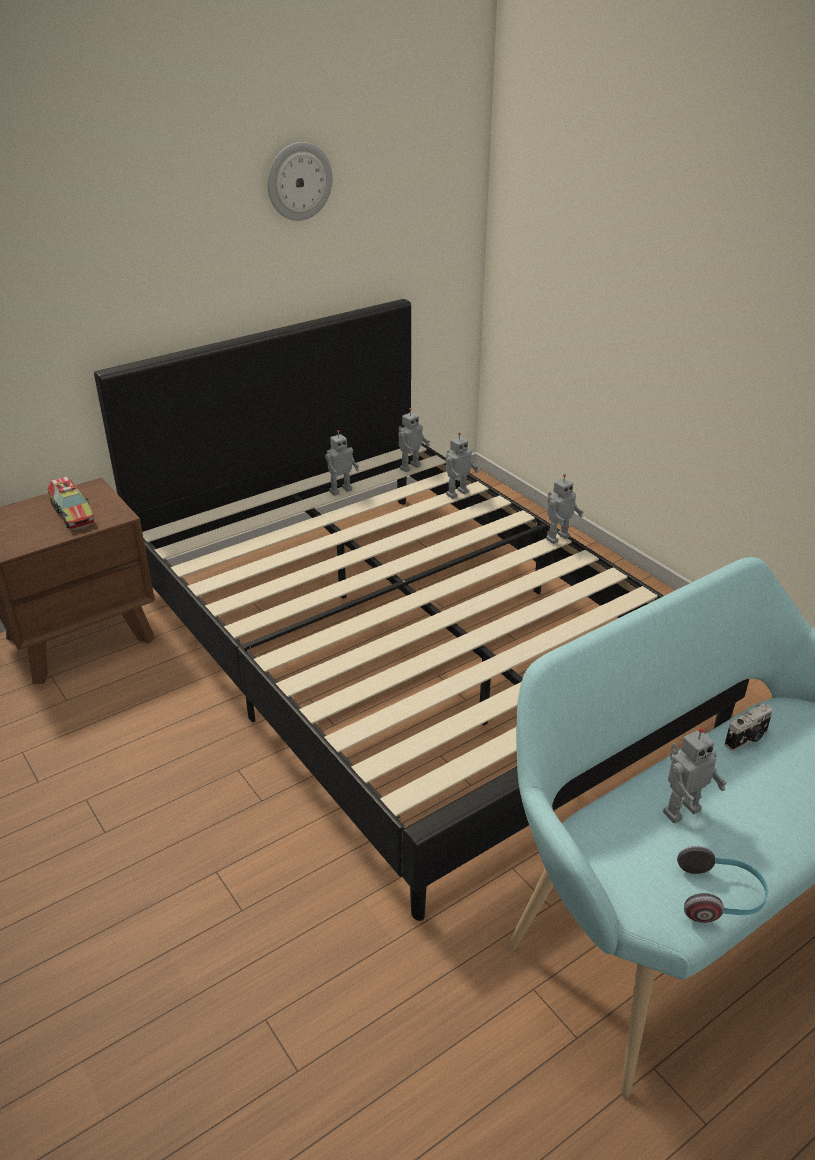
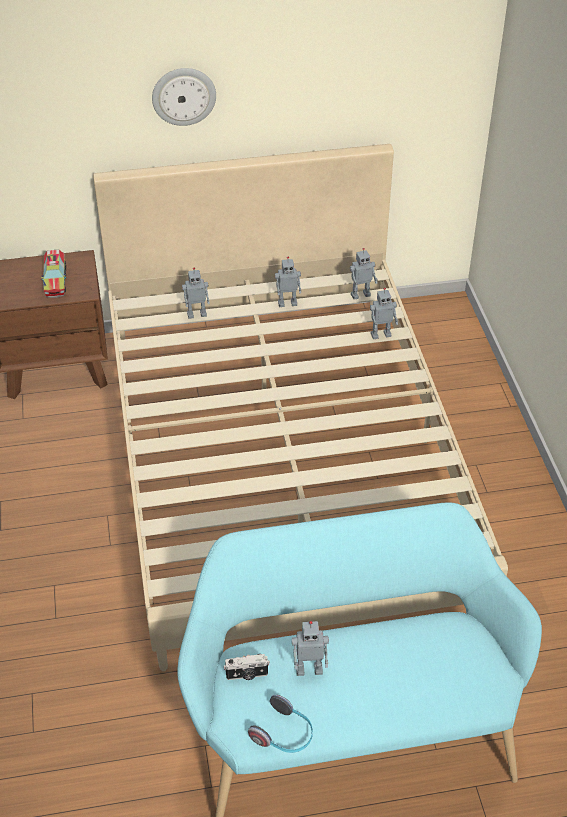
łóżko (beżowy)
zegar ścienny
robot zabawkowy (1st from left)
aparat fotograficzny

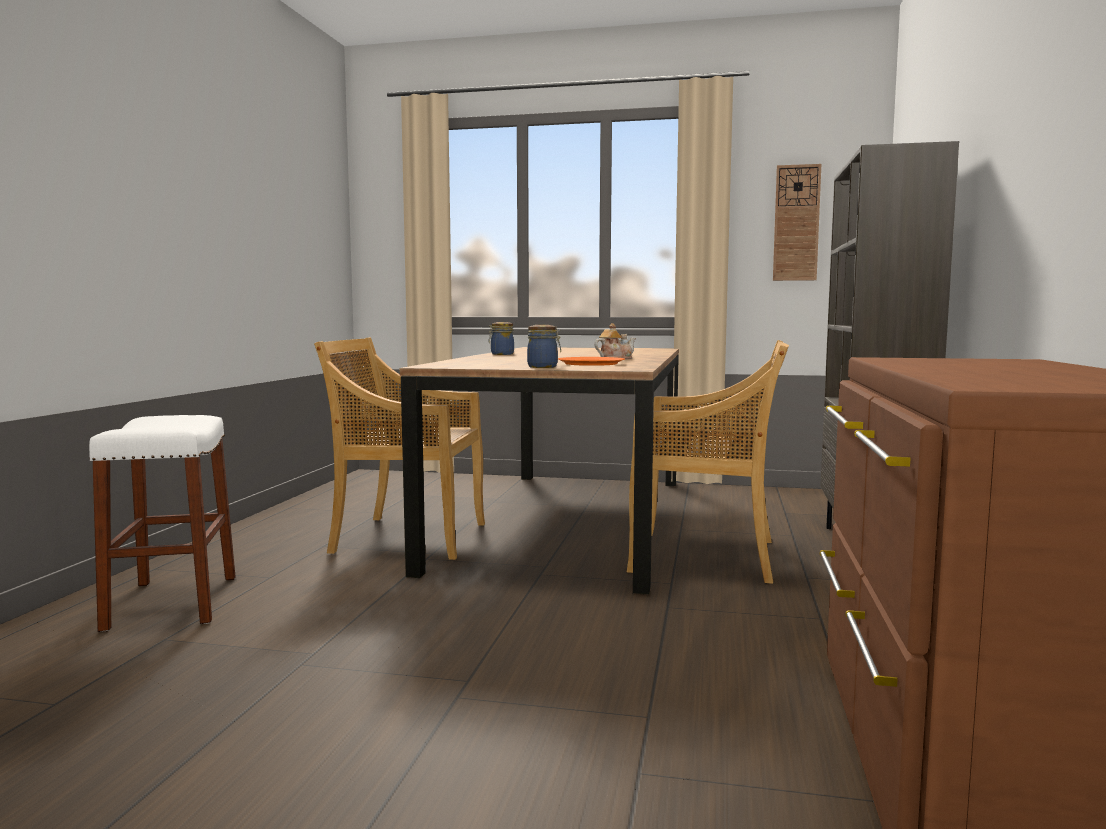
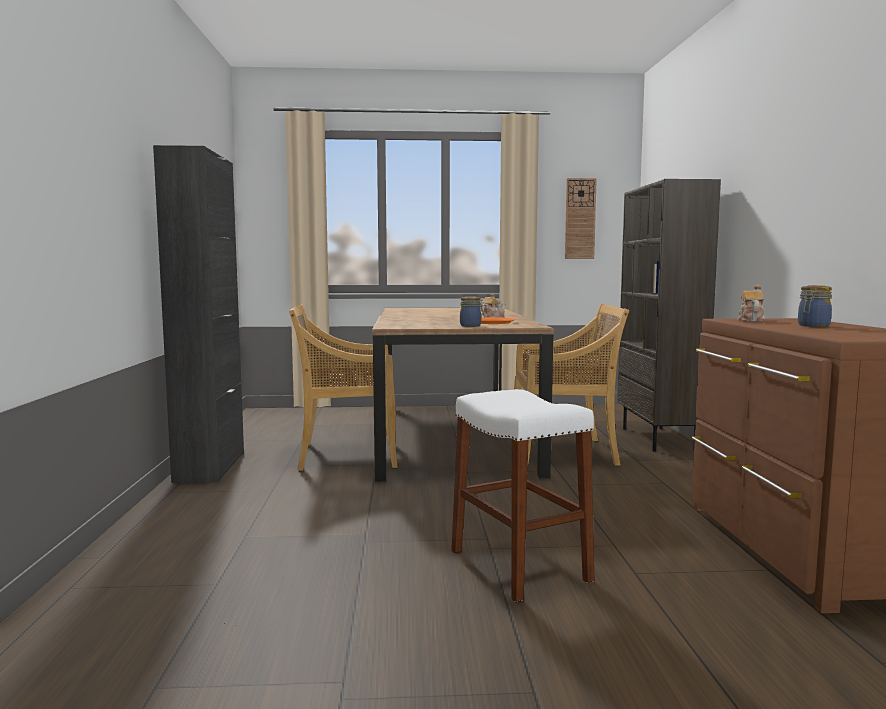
szafka (czarny)
stołek (biały)
imbryk (2nd from left)
słoik (2nd from left)

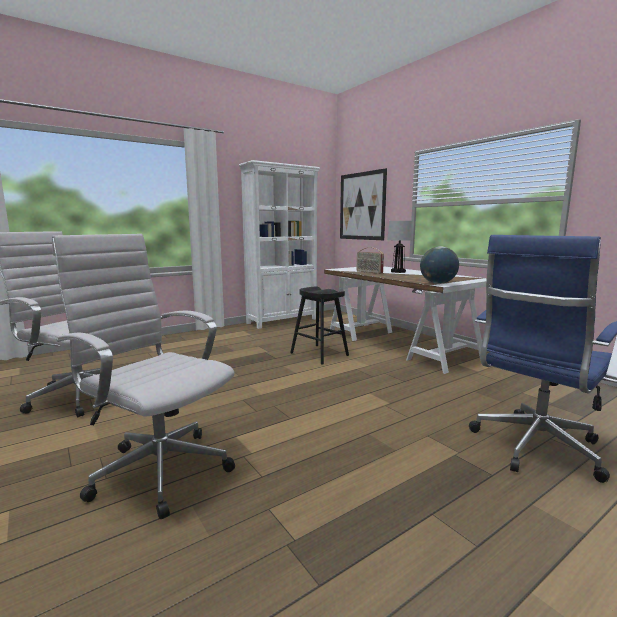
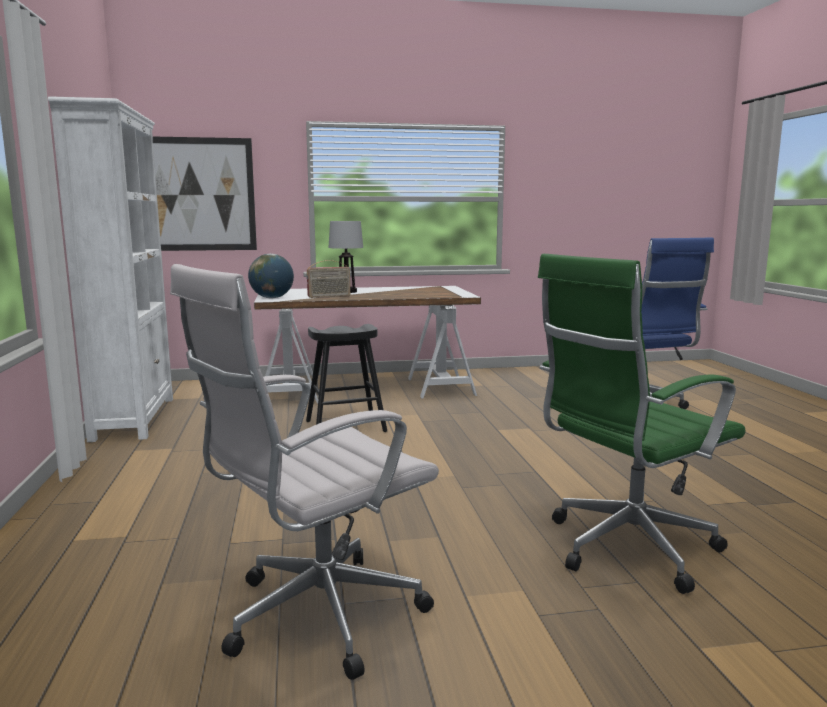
globus
krzesło biurowe (zielony)

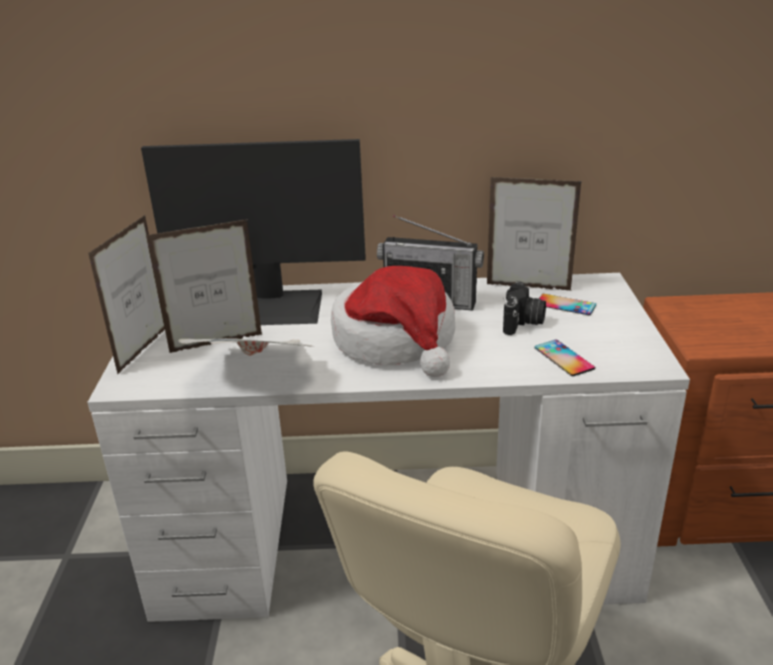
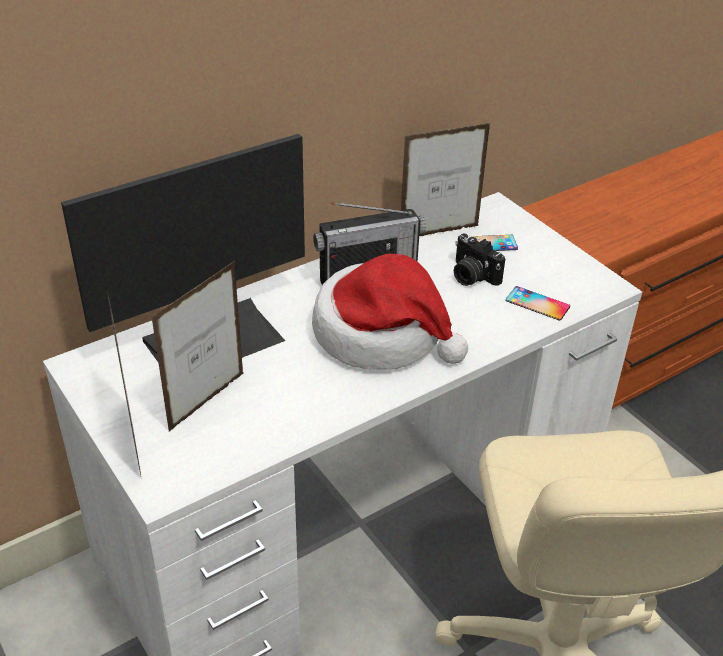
aparat fotograficzny
gazeta

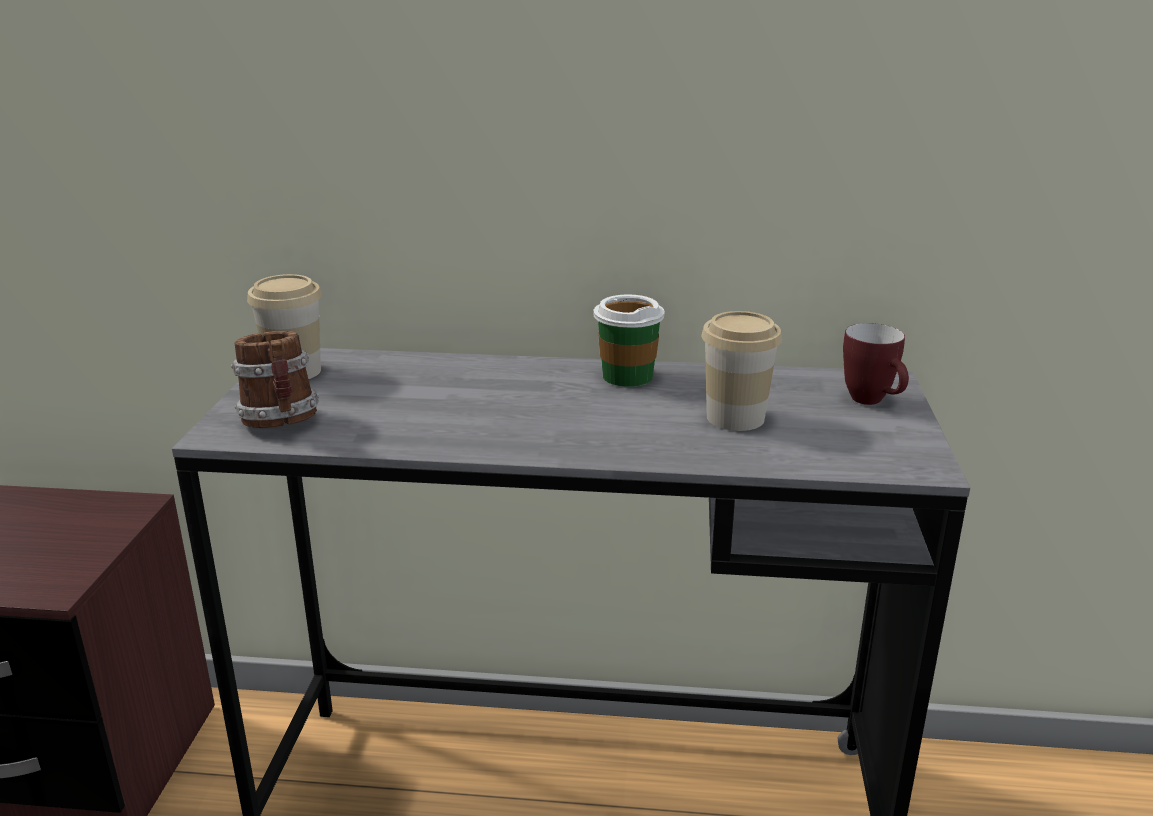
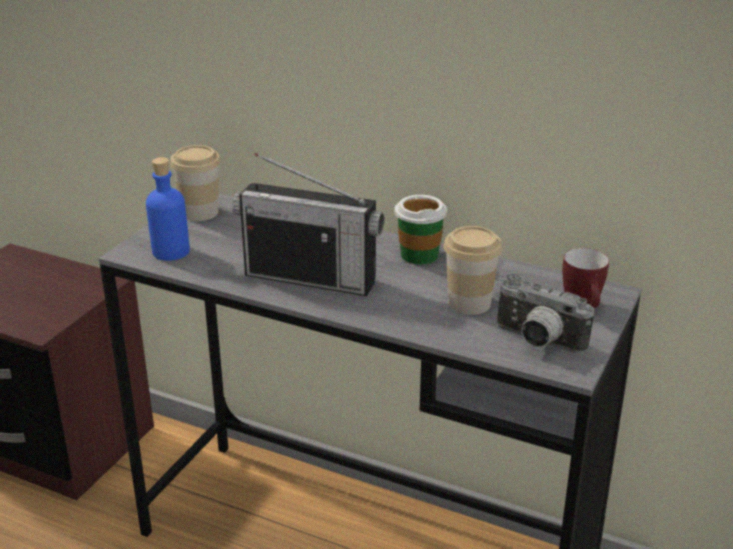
butelka (niebieski)
radio
aparat fotograficzny

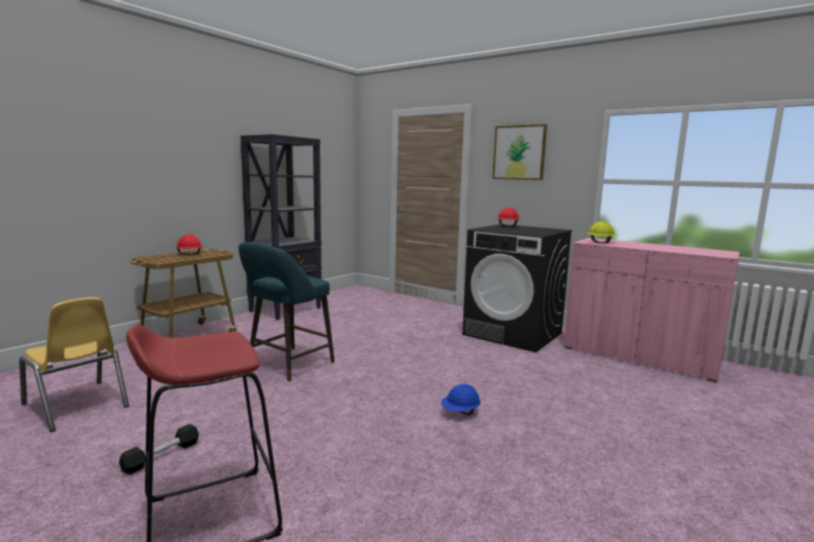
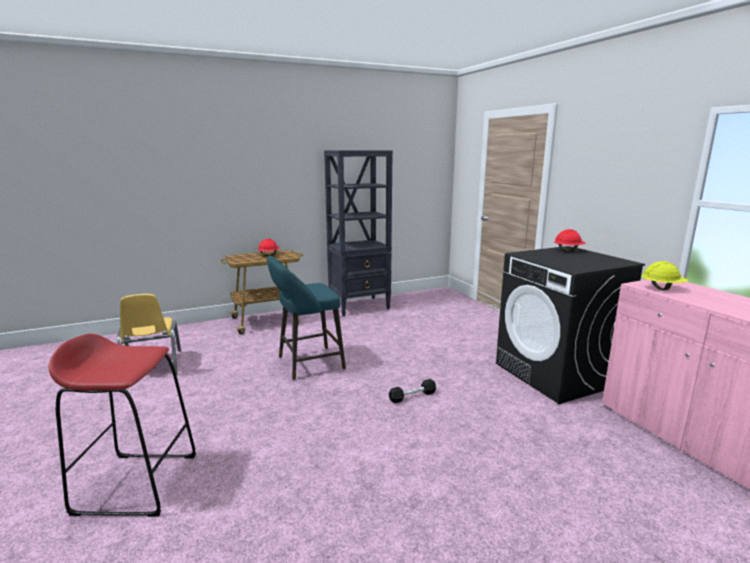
hantel (czarny)
kask (niebieski)
obraz

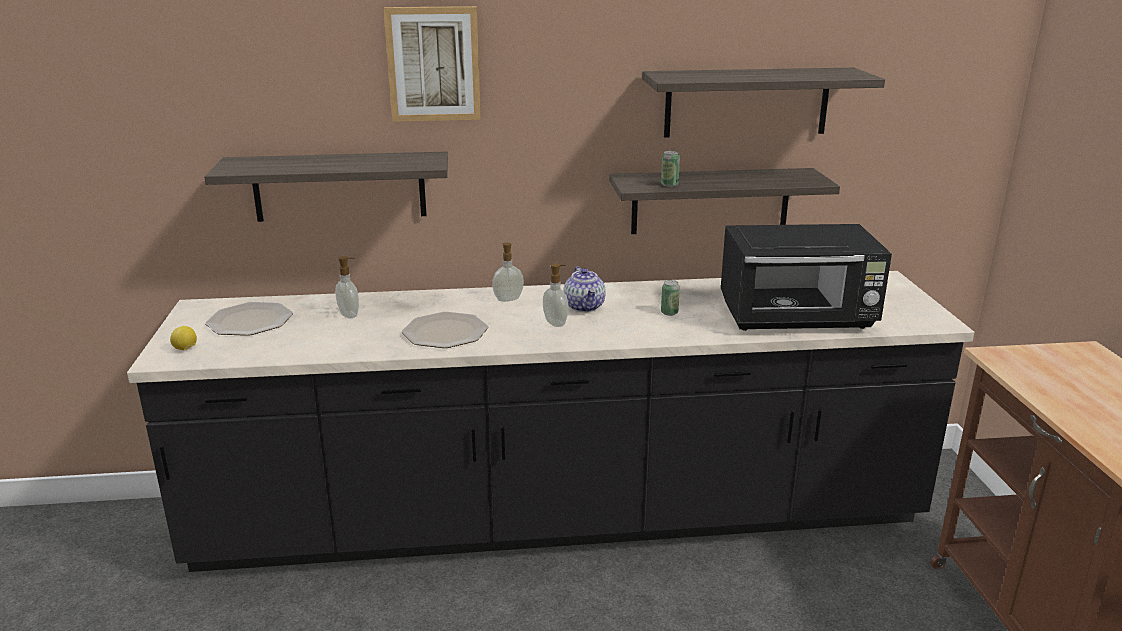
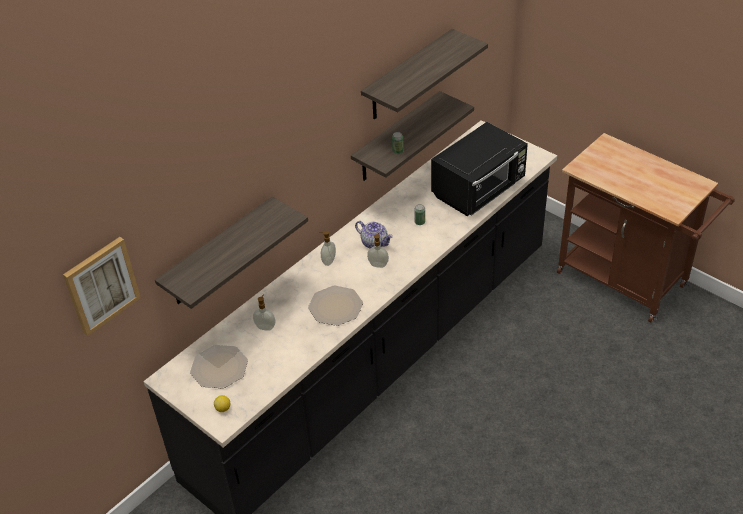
obraz

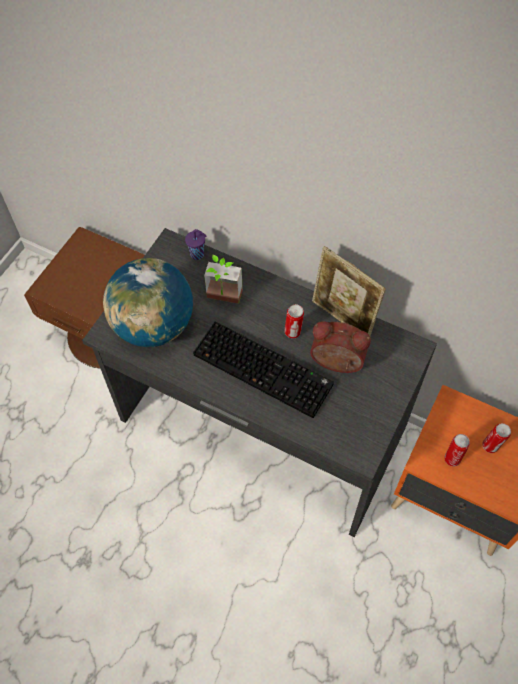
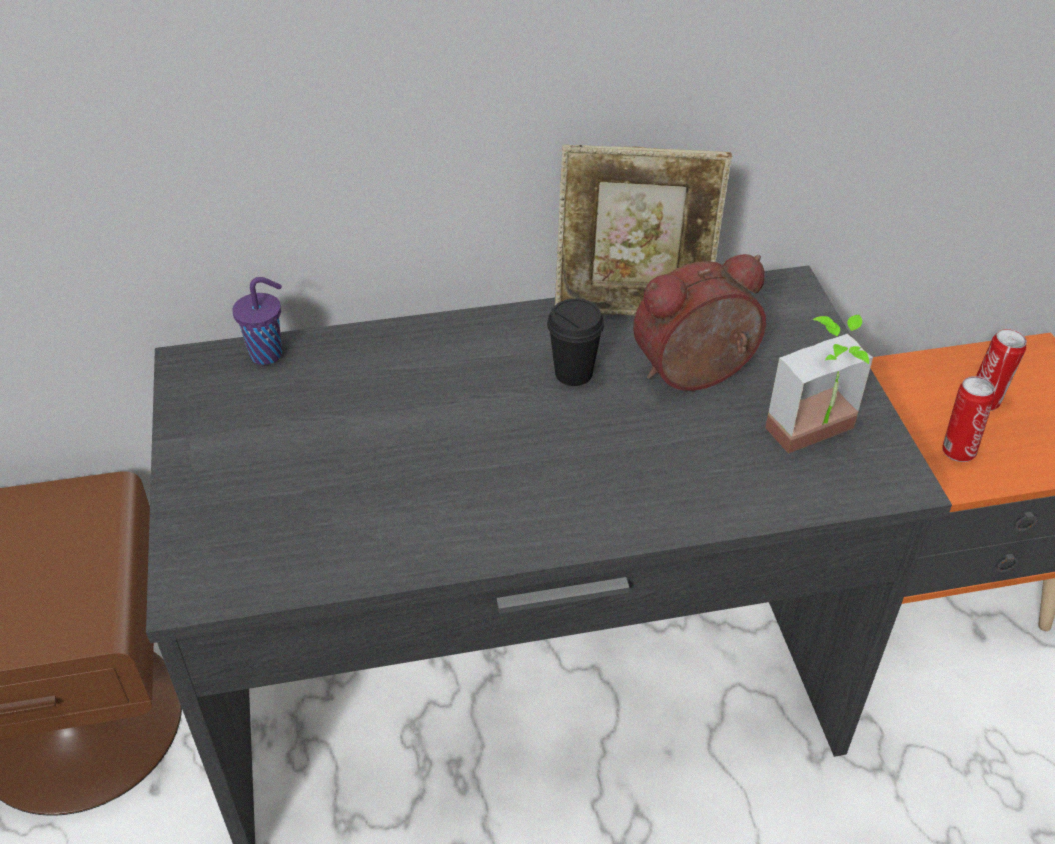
filiżanka (czarny)
roślina doniczkowa
globus
klawiatura

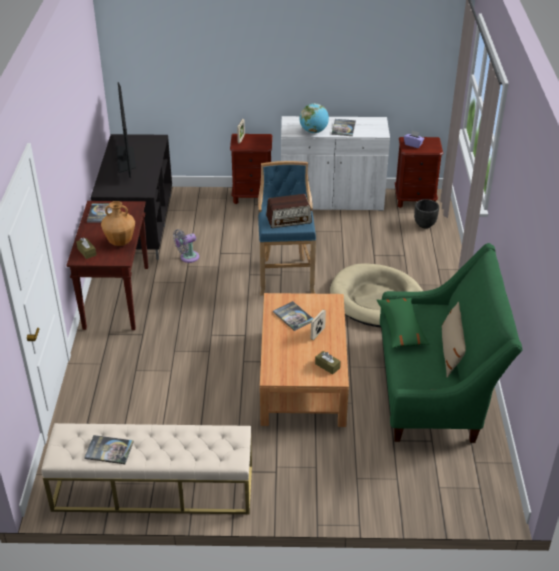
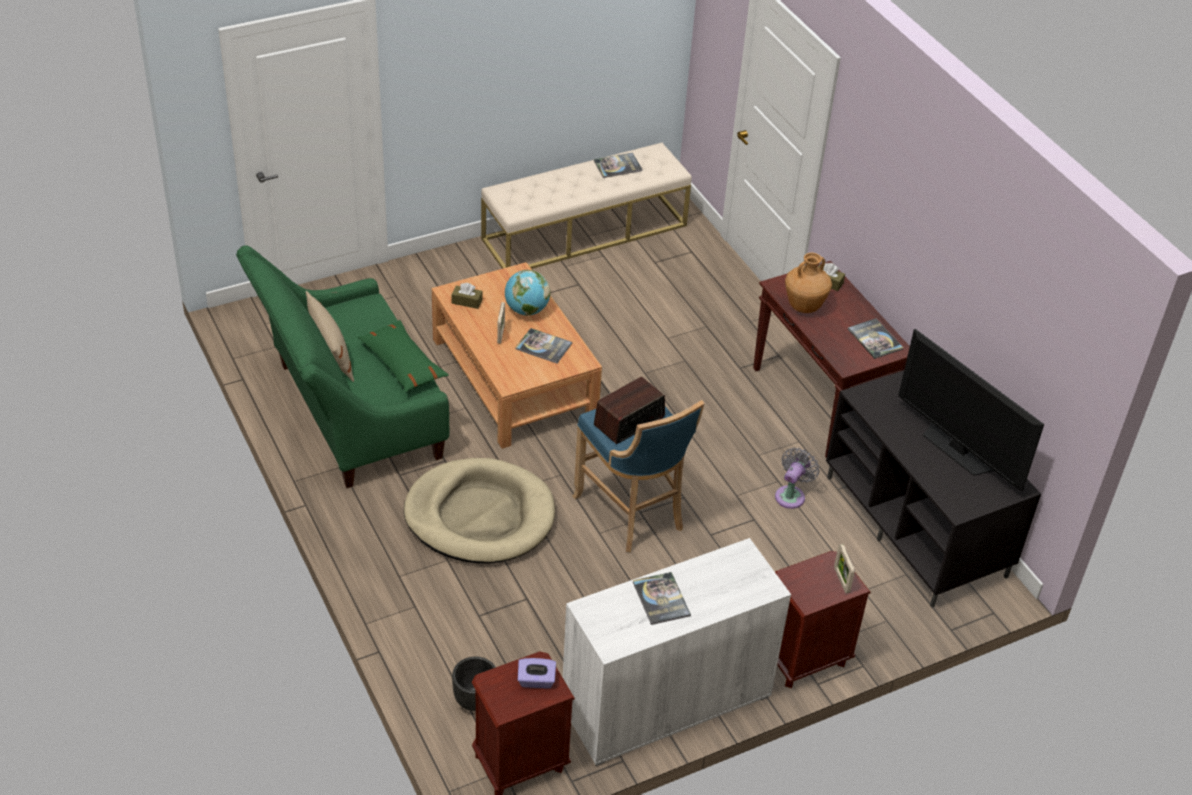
globus

